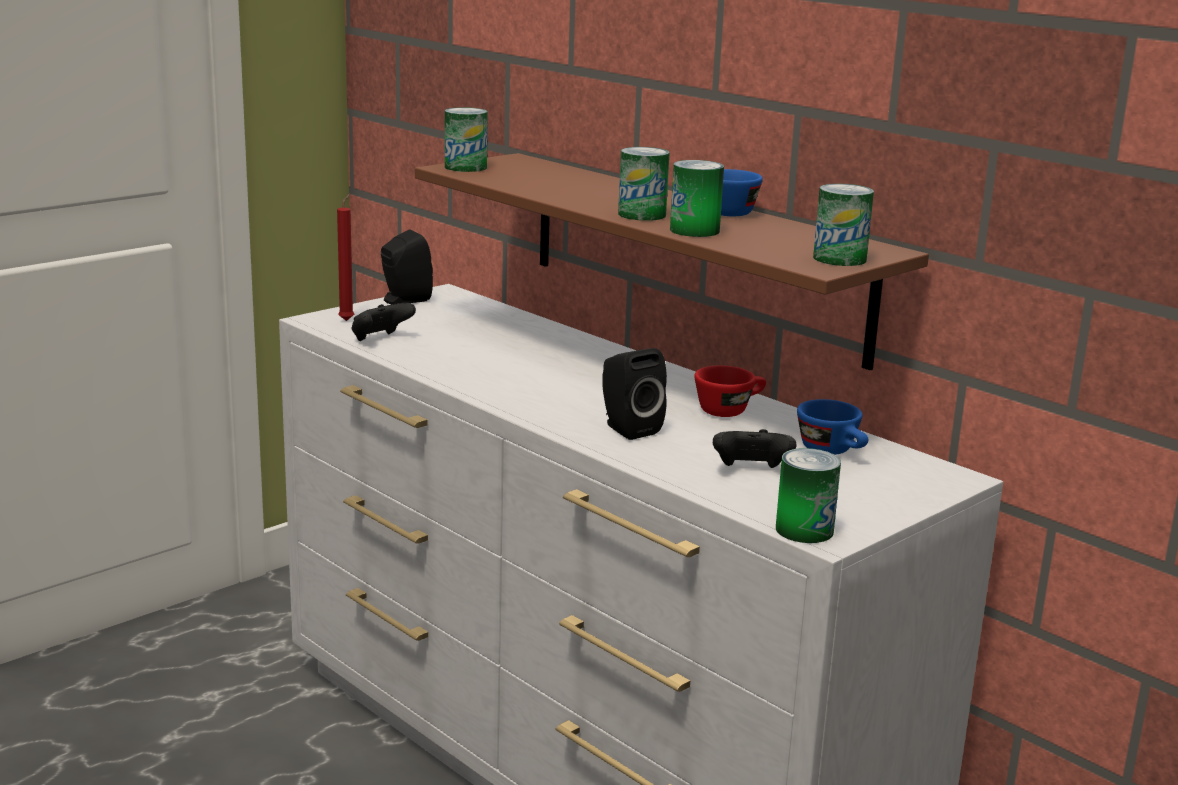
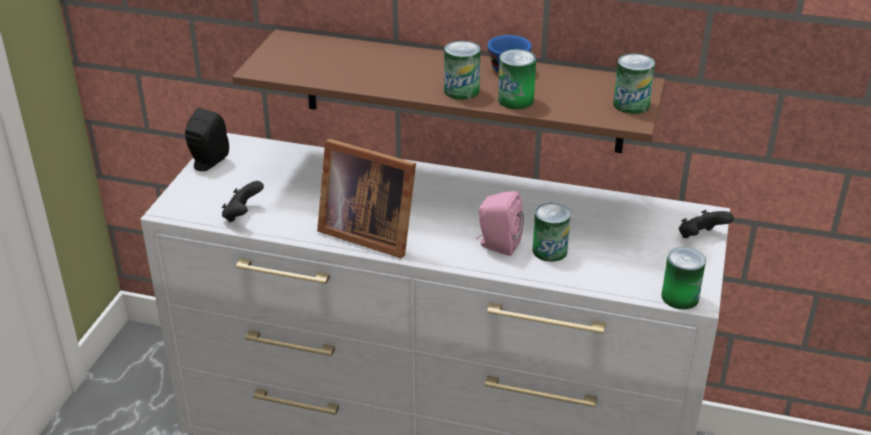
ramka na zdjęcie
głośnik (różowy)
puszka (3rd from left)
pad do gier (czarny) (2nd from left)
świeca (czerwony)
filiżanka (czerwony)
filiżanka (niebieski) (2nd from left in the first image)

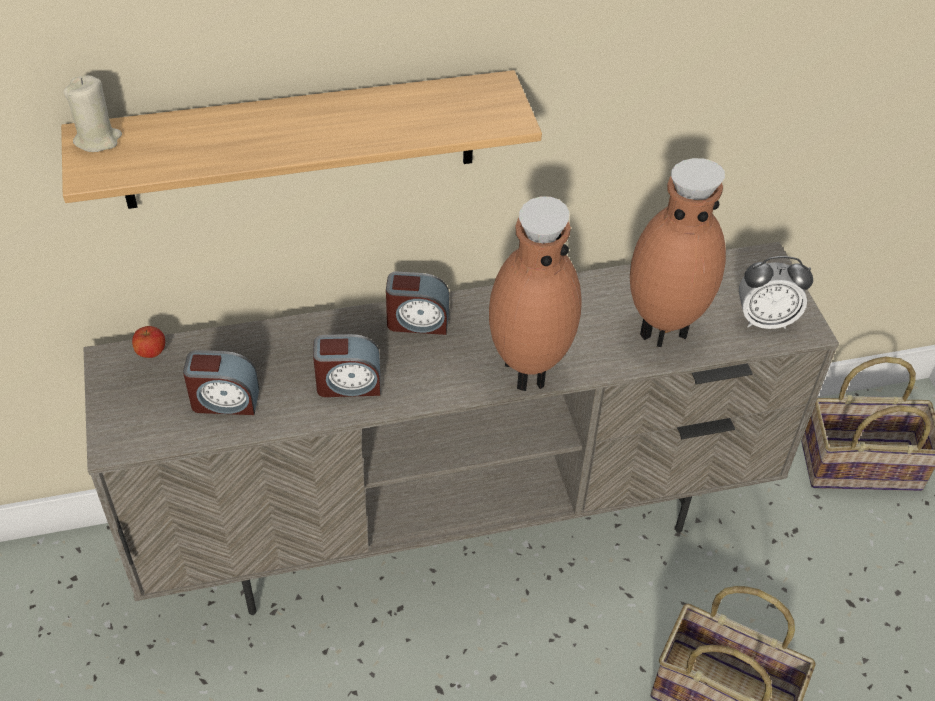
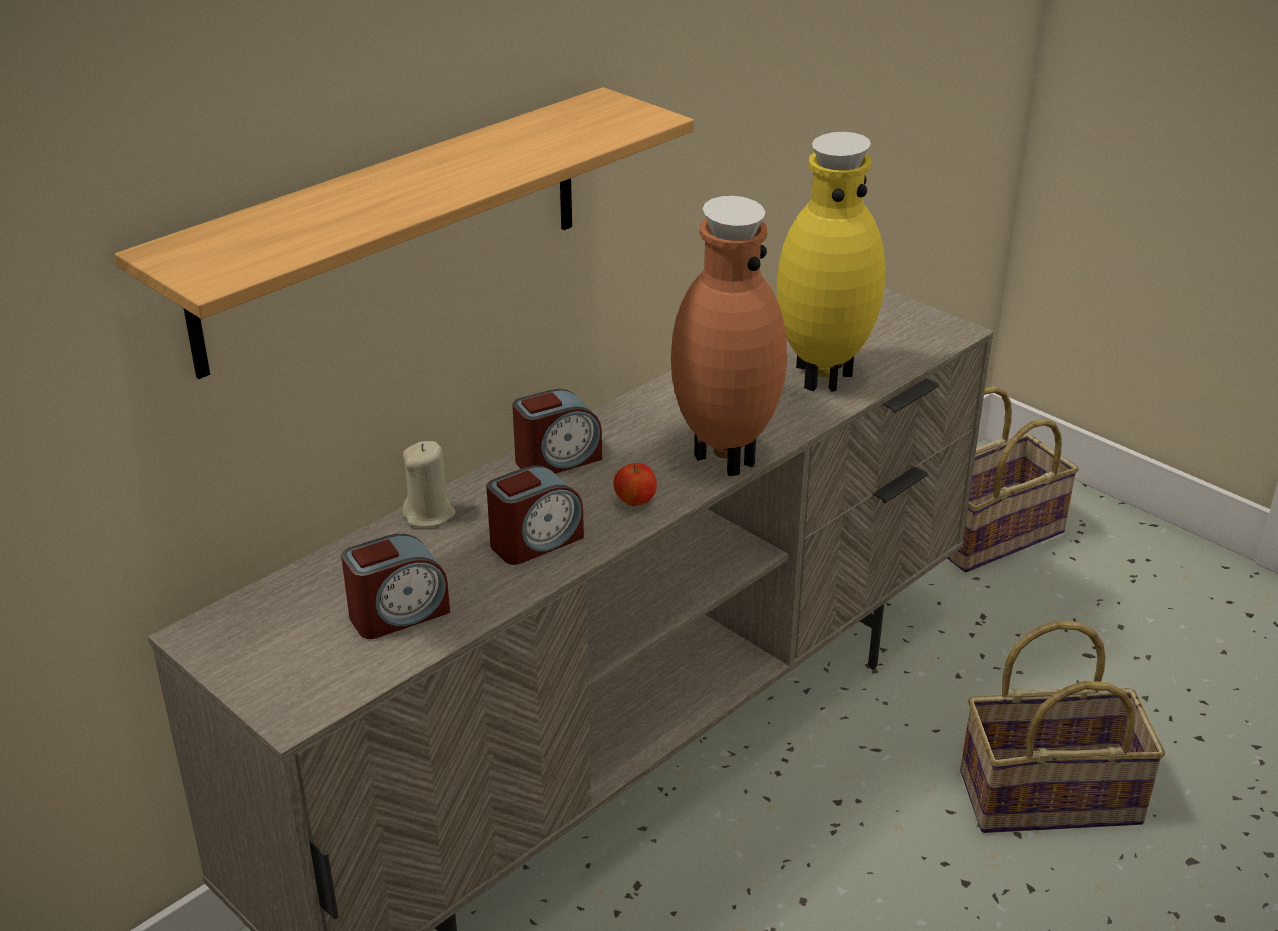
świeca (beżowy)
jabłko
wazon (żółty)
budzik (4th from left in the first image)

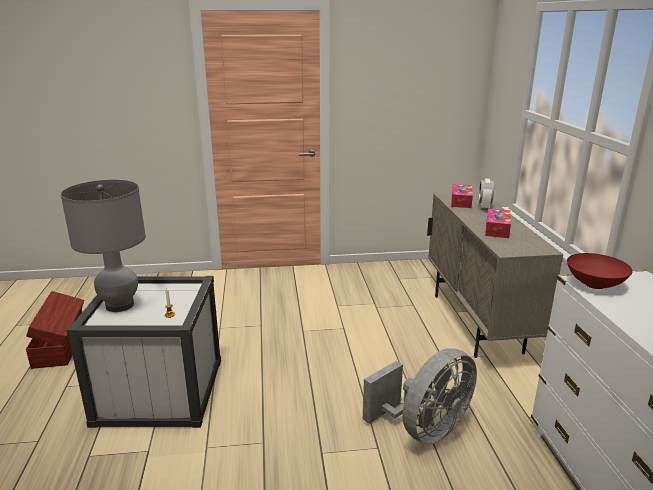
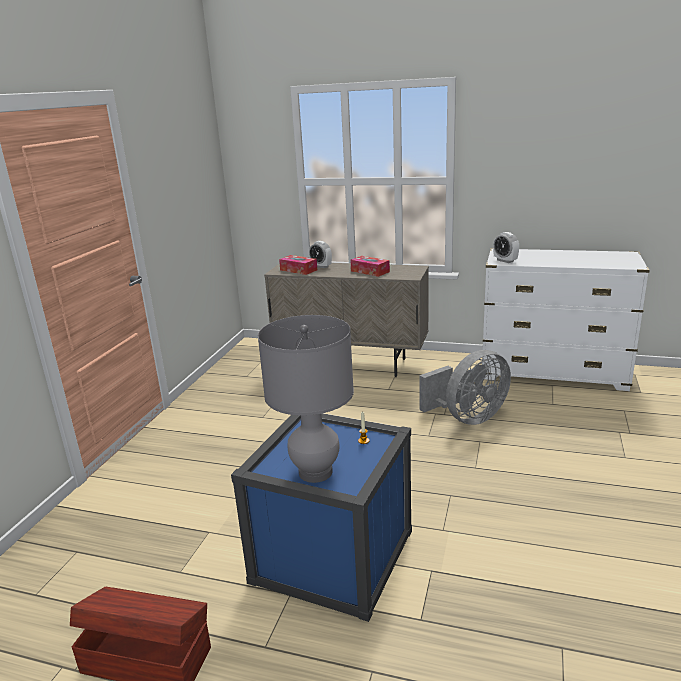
pojemnik do przechowywania (niebieski)
wentylator (szary)
budzik (2nd from left)

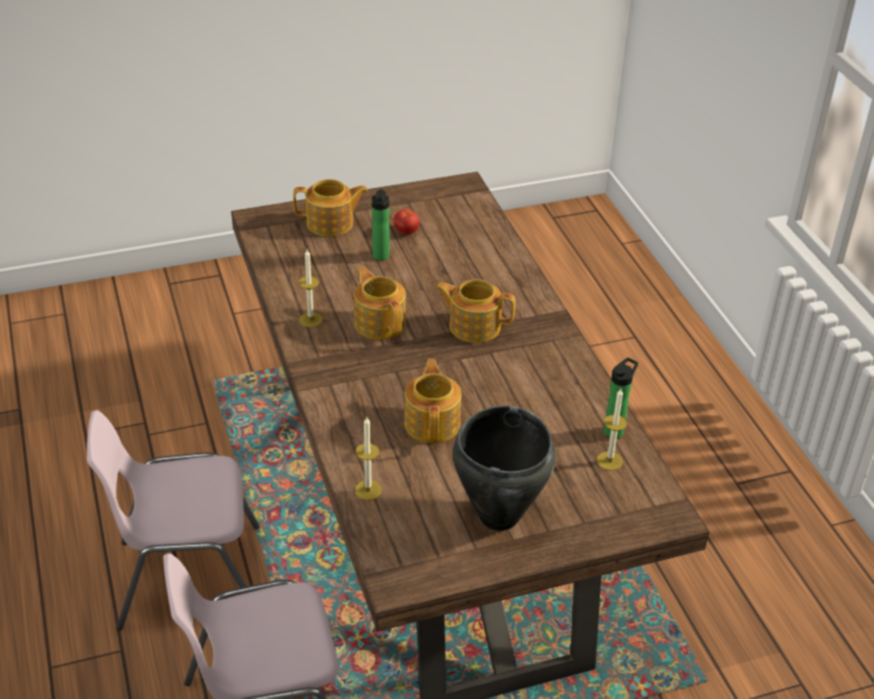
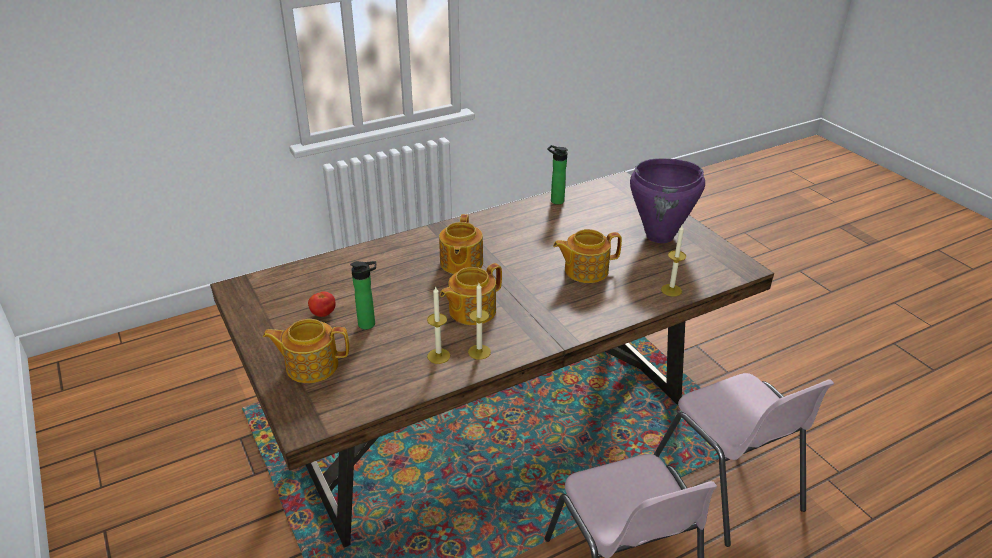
imbryk (1st from left)
świeca (1st from left)
garnek (fioletowy)

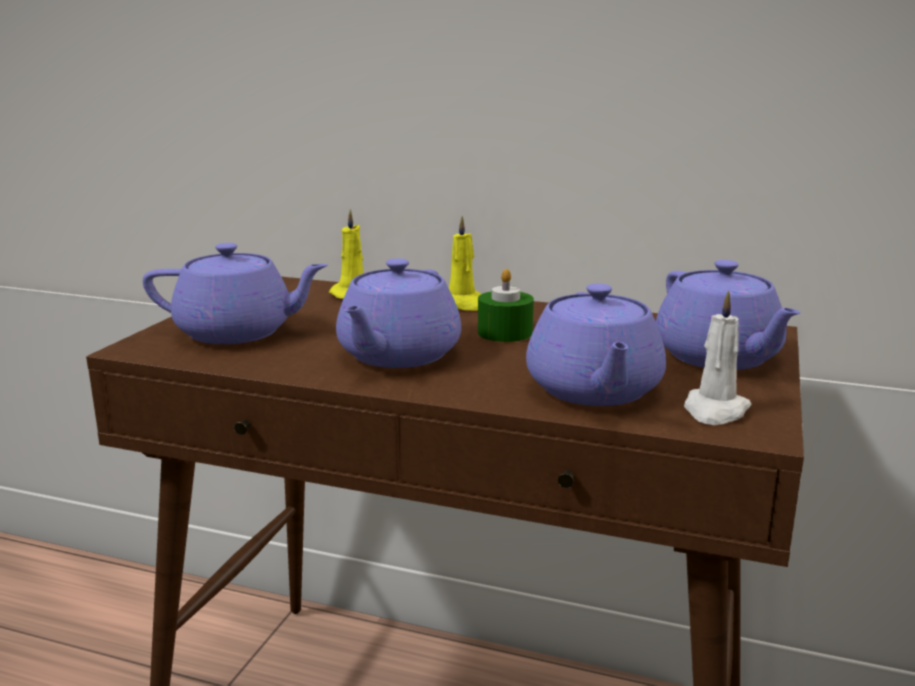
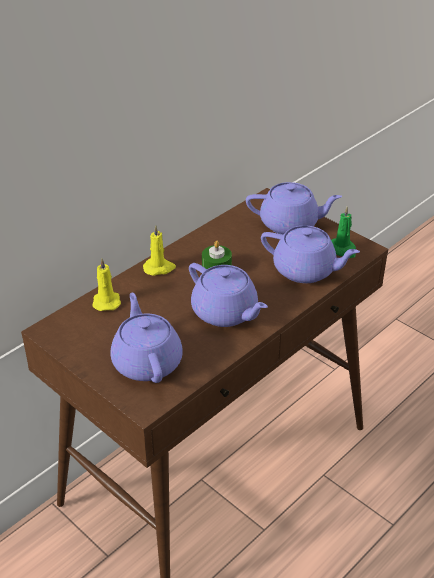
imbryk (fioletowy) (1st from left)
świeca (zielony) (2nd from left)

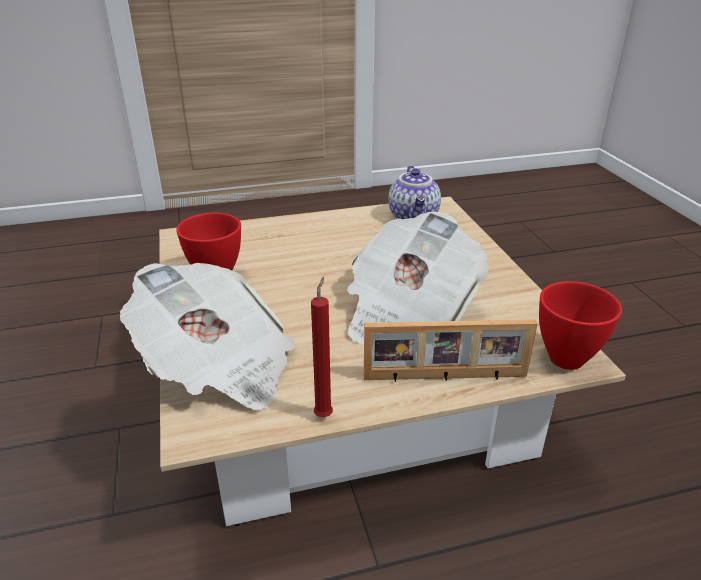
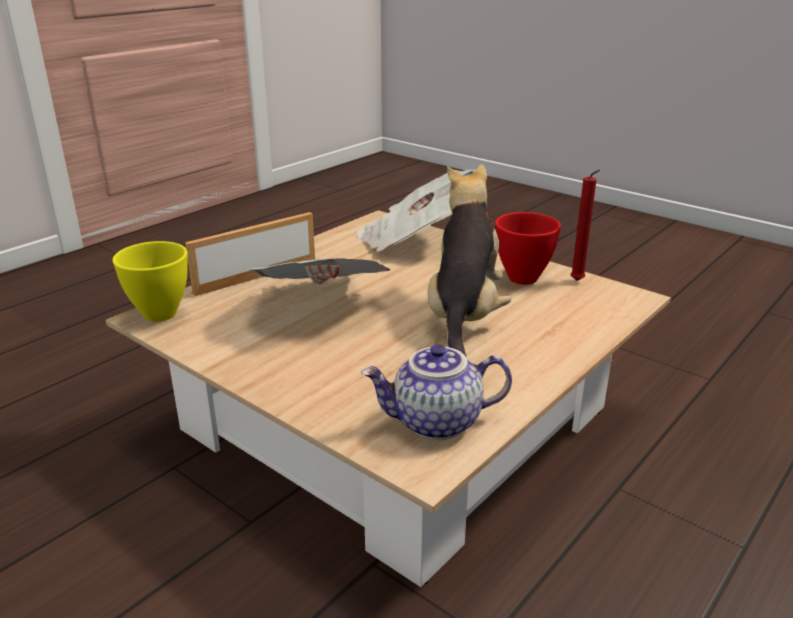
miska (żółty)
imbryk
pluszak
świeca (czerwony)

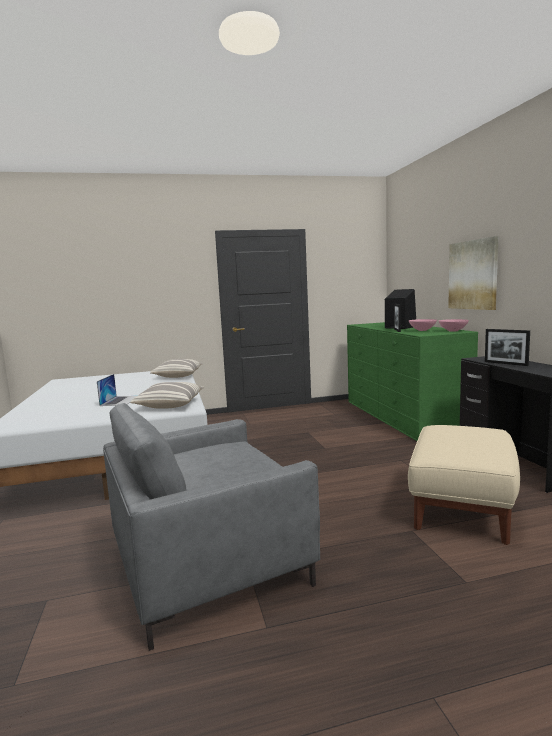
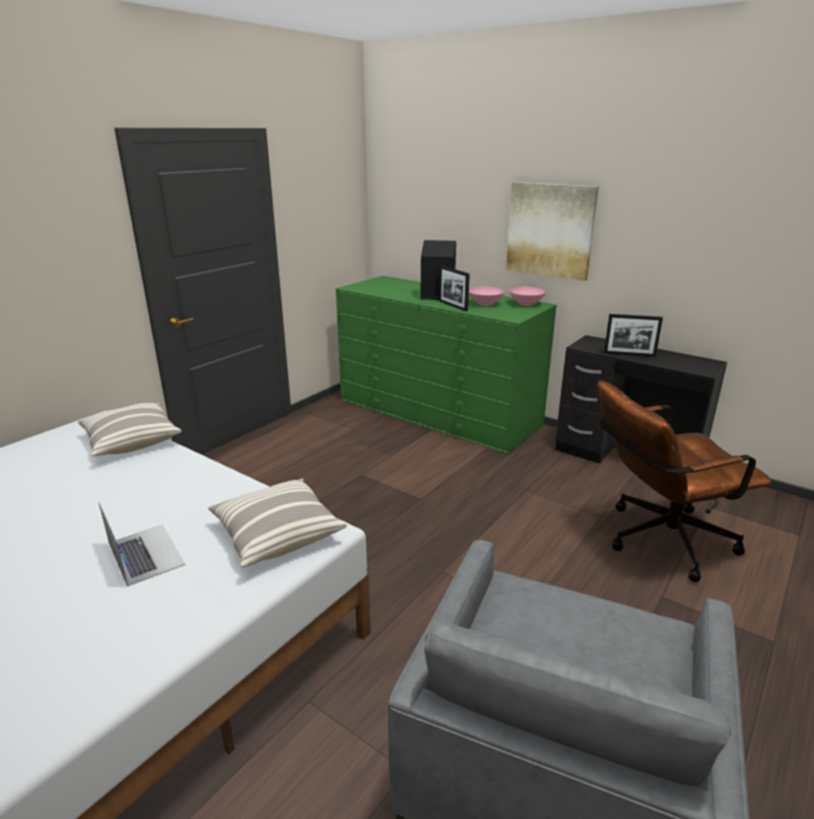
krzesło biurowe (brązowy)

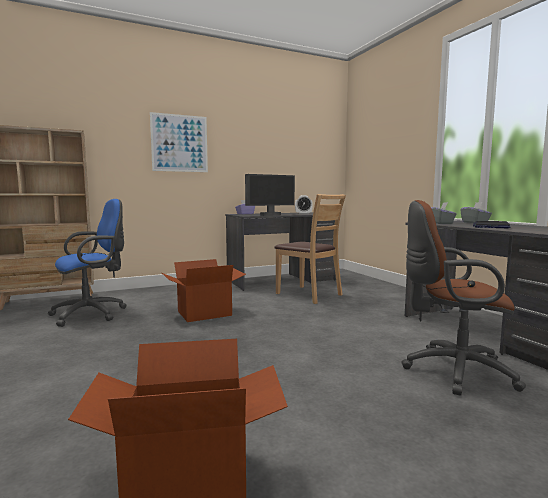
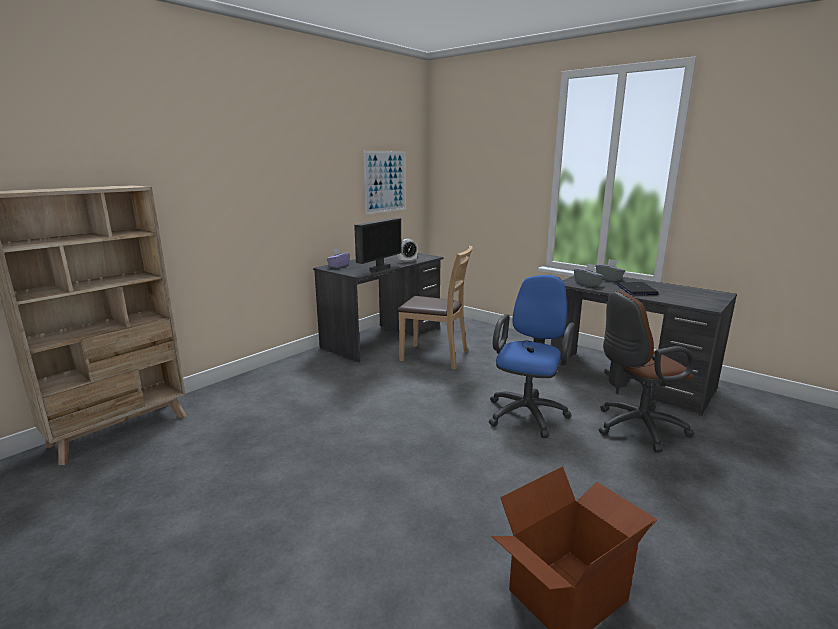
obraz
krzesło biurowe (niebieski)
karton (2nd from left in the first image)

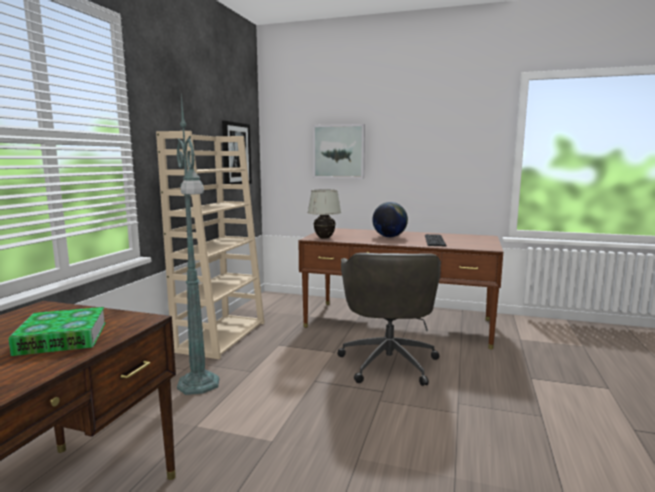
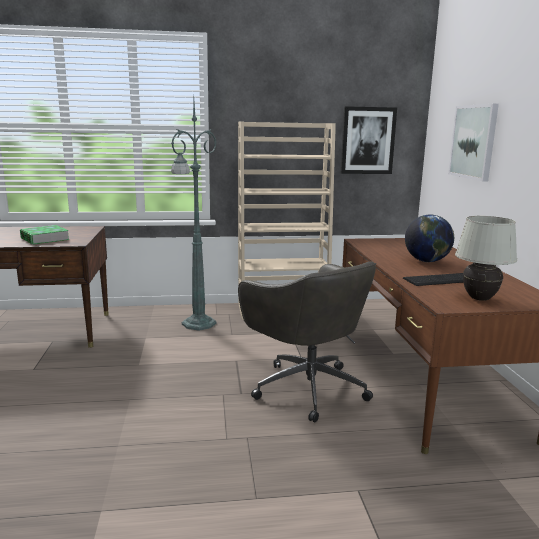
krzesło biurowe (szary)
lampa stołowa (biały)

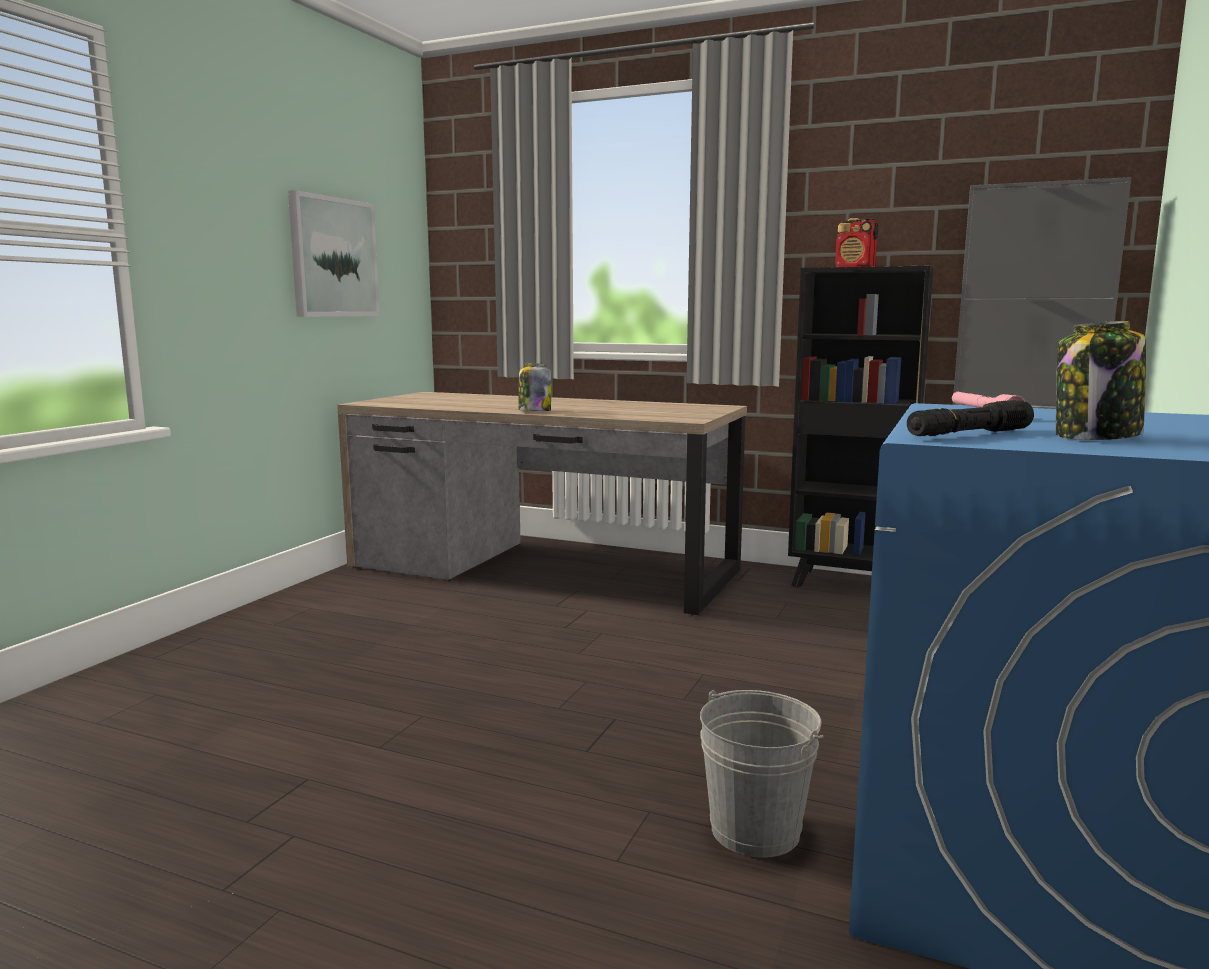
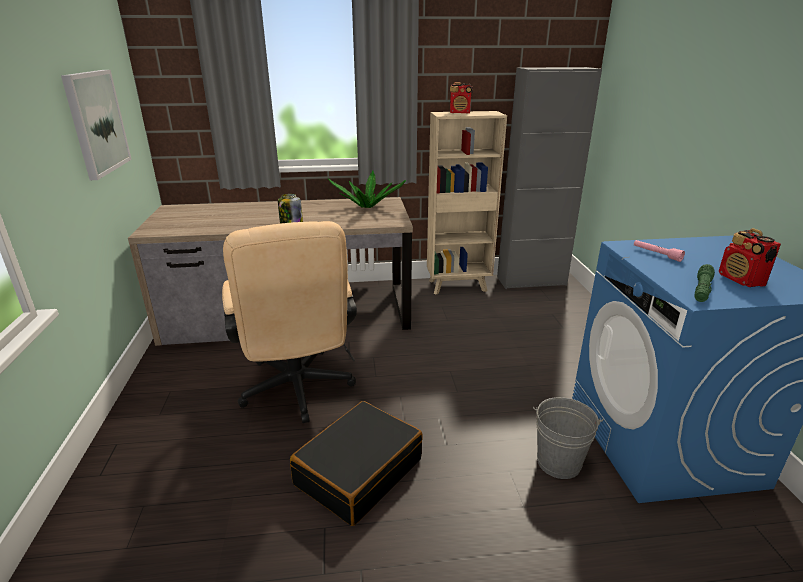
krzesło biurowe (beżowy)
walizka (czarny)
roślina doniczkowa
regał (beżowy)
latarka (zielony)
radio (2nd from left)

